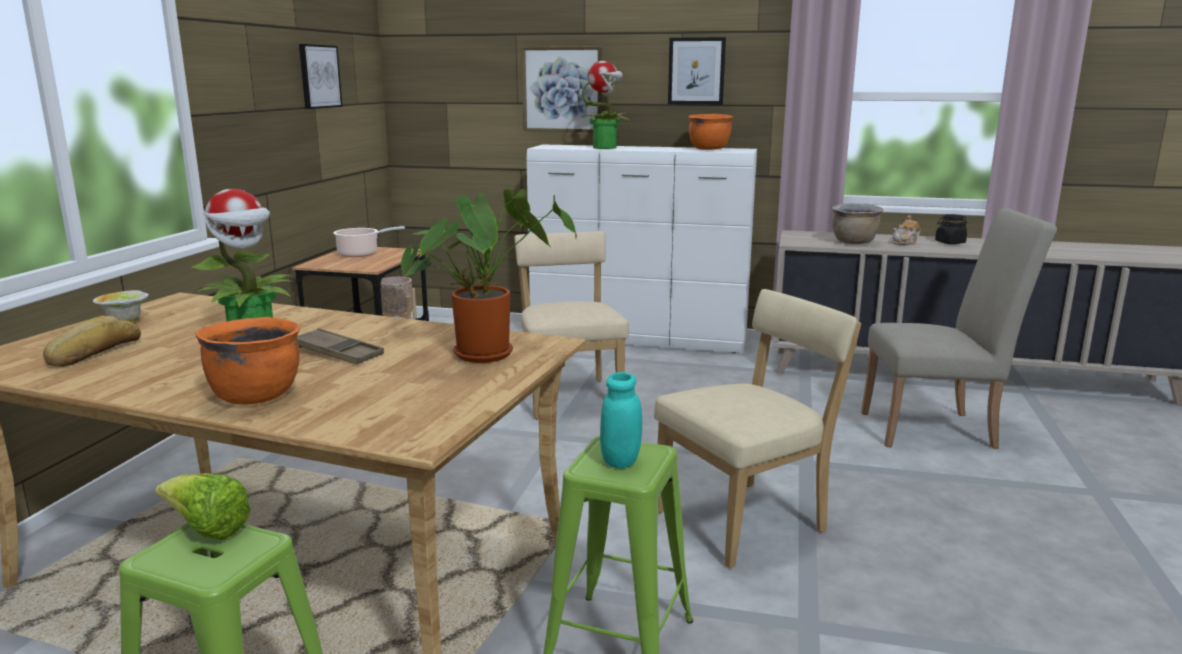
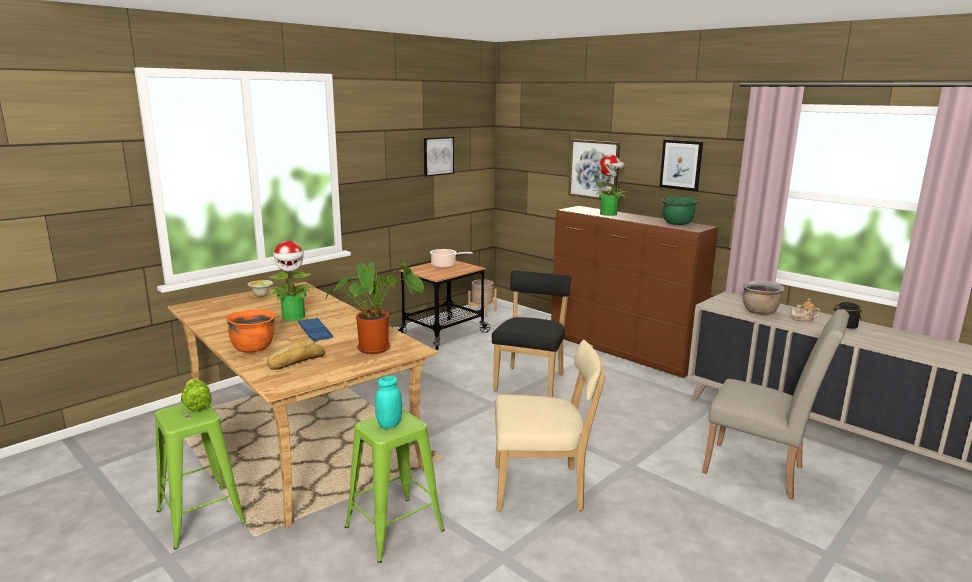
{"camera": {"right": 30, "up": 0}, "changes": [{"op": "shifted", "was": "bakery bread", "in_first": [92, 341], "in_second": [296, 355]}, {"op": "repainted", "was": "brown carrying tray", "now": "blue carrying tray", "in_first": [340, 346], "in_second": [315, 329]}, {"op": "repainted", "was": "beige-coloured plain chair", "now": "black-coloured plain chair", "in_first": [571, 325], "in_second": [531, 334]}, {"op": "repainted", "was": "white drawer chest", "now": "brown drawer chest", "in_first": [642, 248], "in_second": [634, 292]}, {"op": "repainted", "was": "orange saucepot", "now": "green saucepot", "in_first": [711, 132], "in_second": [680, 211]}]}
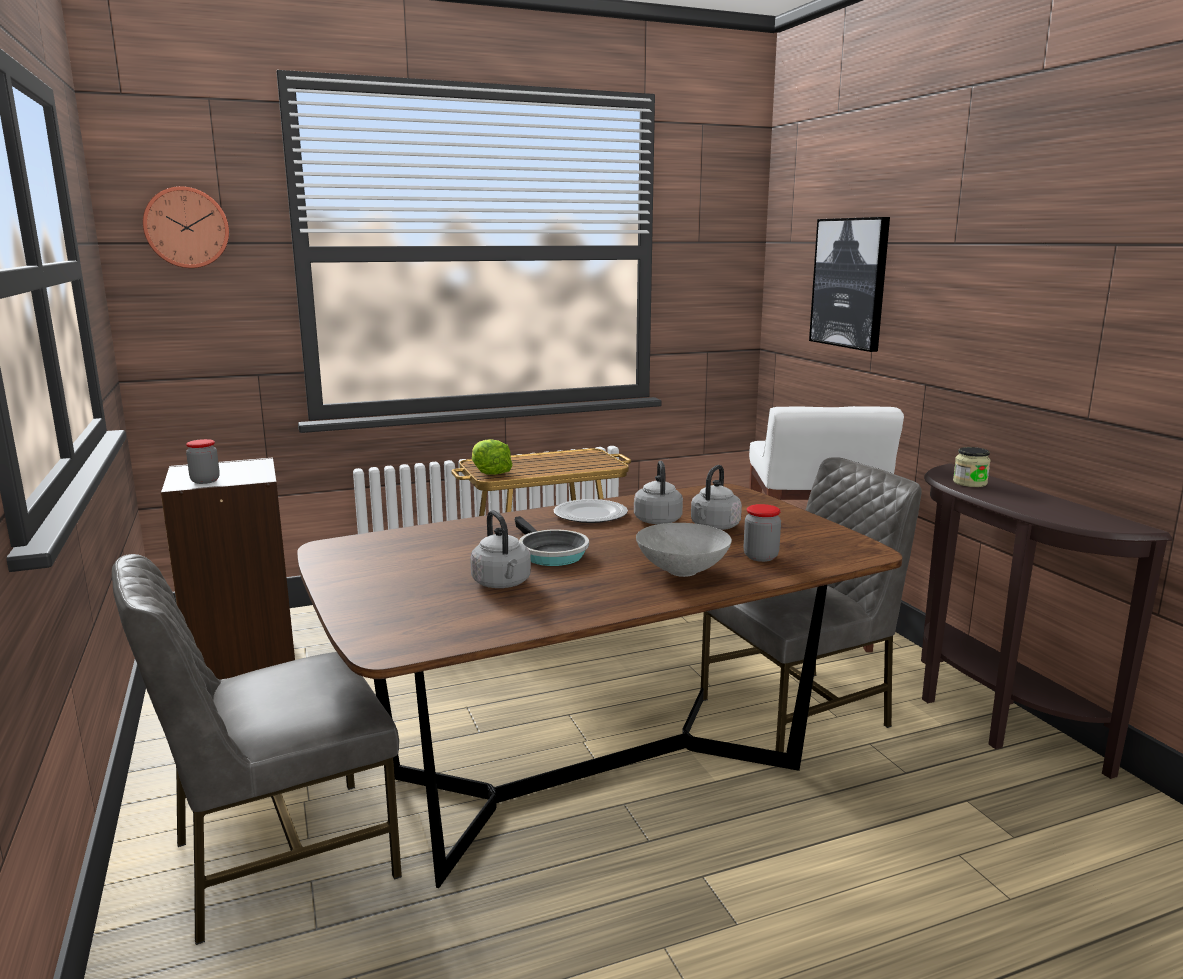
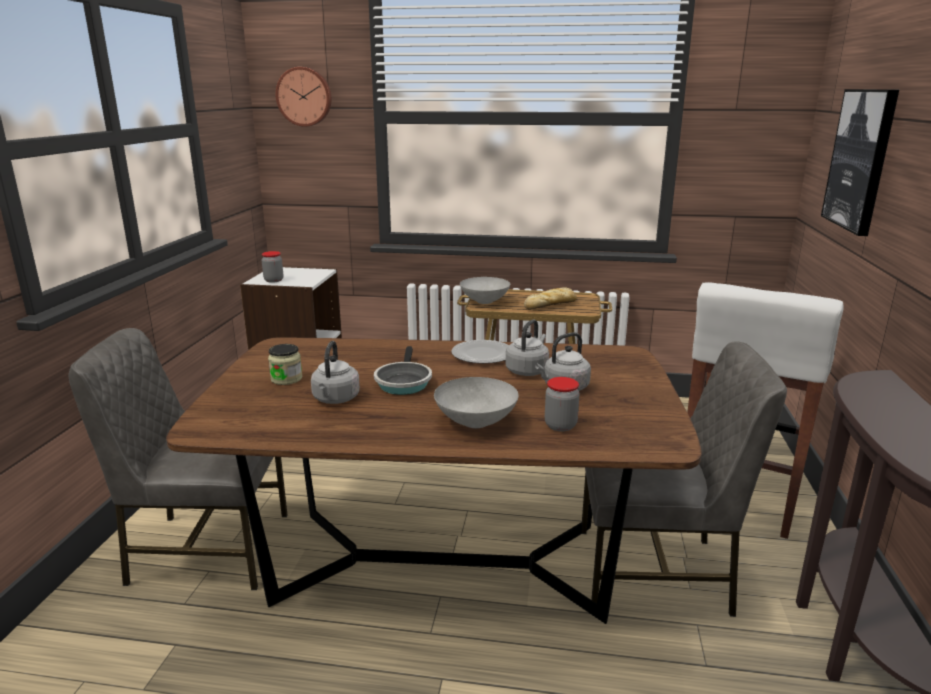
{"camera": {"right": 30, "up": 5}, "changes": [{"op": "new", "now": "bakery bread", "in_second": [550, 298]}, {"op": "shifted", "was": "preserve jar", "in_first": [972, 467], "in_second": [285, 364]}, {"op": "swapped", "was": "head of lettuce", "now": "grey deep dish", "in_first": [492, 457], "in_second": [485, 290]}]}
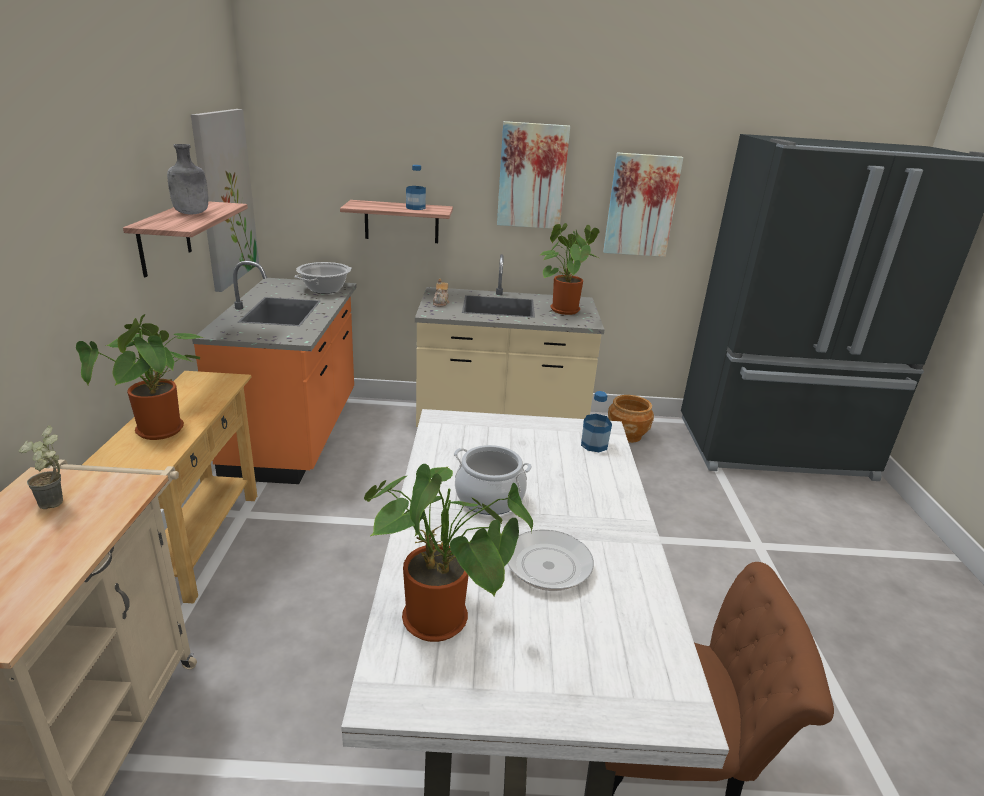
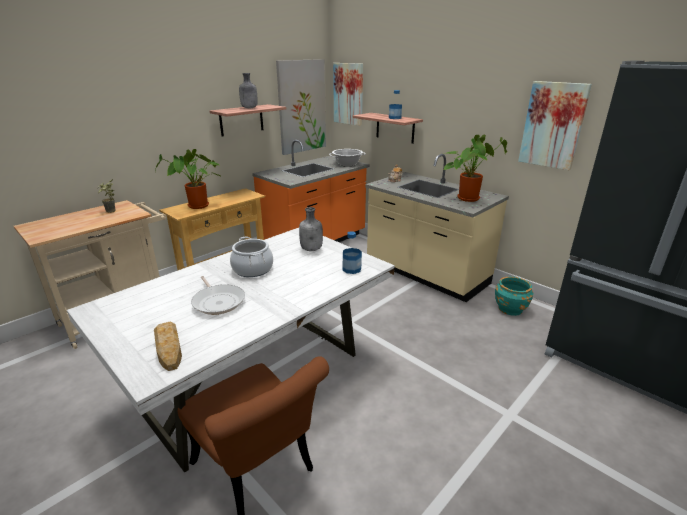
{"camera": {"right": 45, "up": 0}, "changes": [{"op": "gone", "was": "potted plant", "in_first": [448, 553]}, {"op": "new", "now": "bakery bread", "in_second": [168, 346]}, {"op": "new", "now": "grey bottle", "in_second": [311, 229]}, {"op": "shifted", "was": "wall picture", "in_first": [533, 175], "in_second": [348, 94]}, {"op": "repainted", "was": "brown flower pot", "now": "turquoise flower pot", "in_first": [631, 419], "in_second": [514, 296]}]}
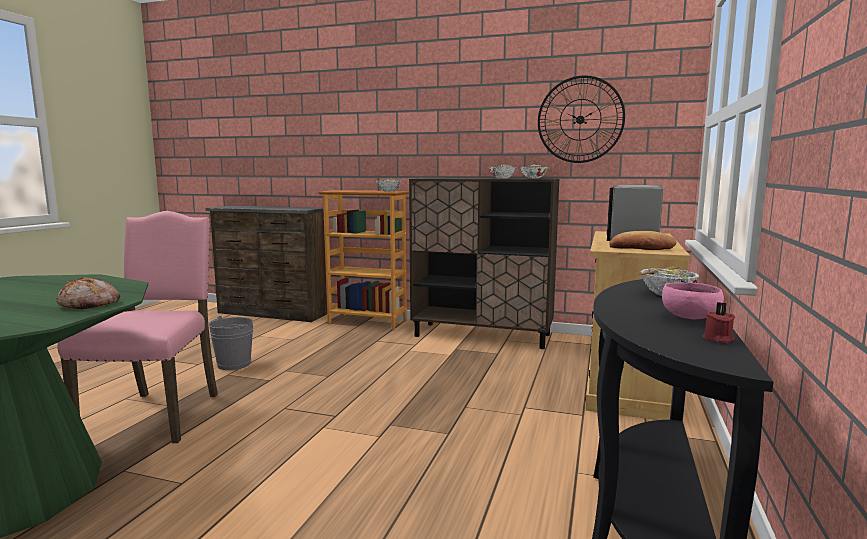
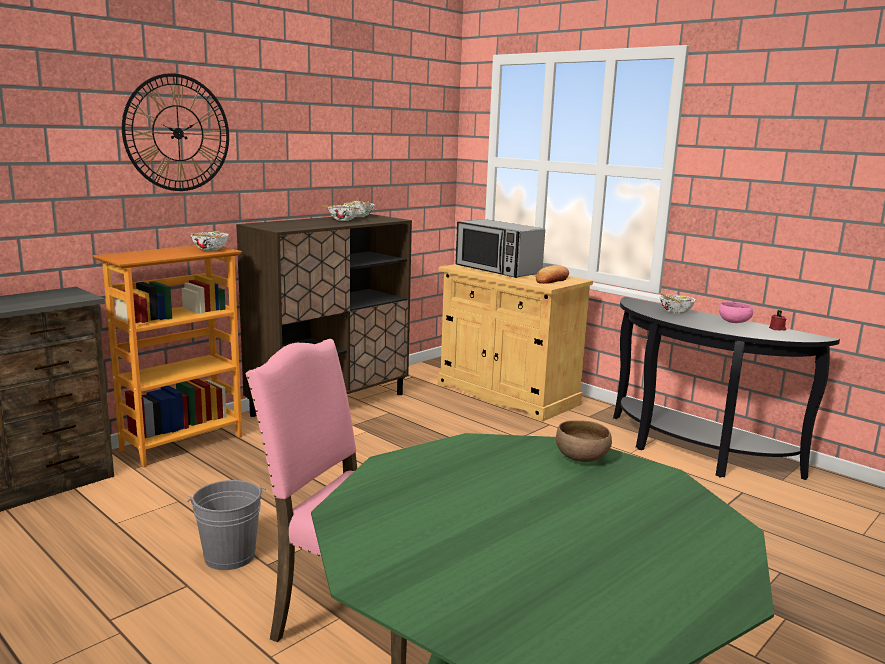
{"camera": {"right": -65, "up": 5}, "changes": [{"op": "shifted", "was": "hanging clock", "in_first": [581, 119], "in_second": [175, 132]}, {"op": "swapped", "was": "bakery bread", "now": "brown deep dish", "in_first": [88, 293], "in_second": [584, 441]}]}
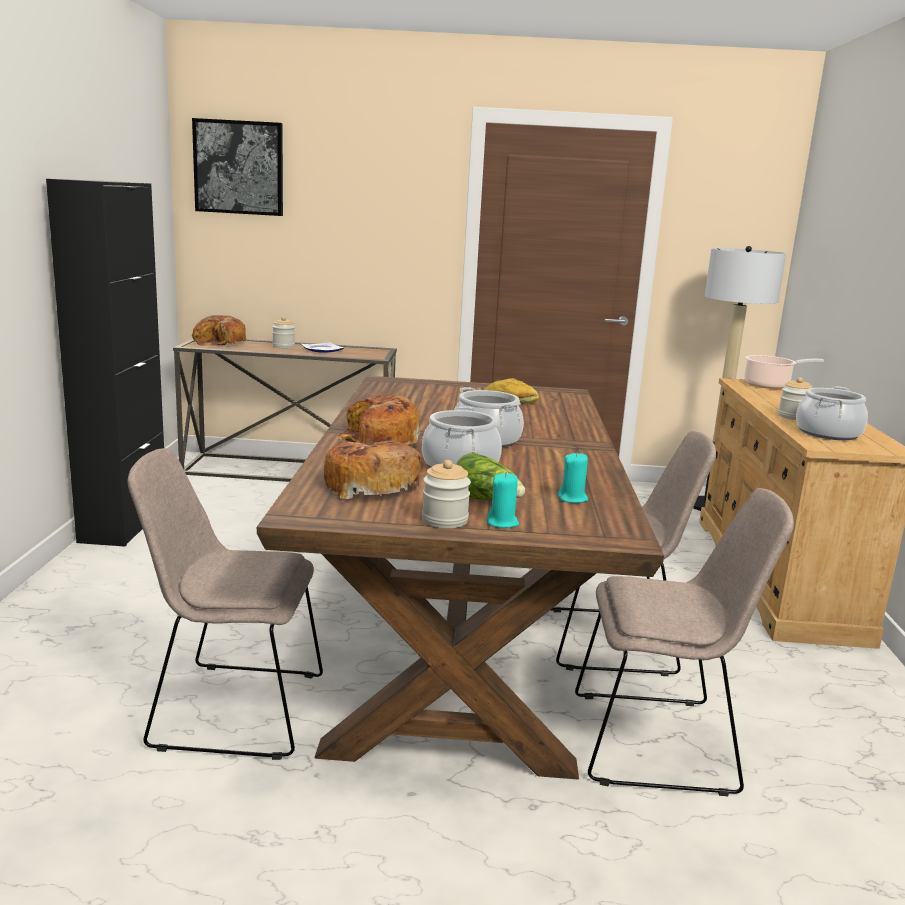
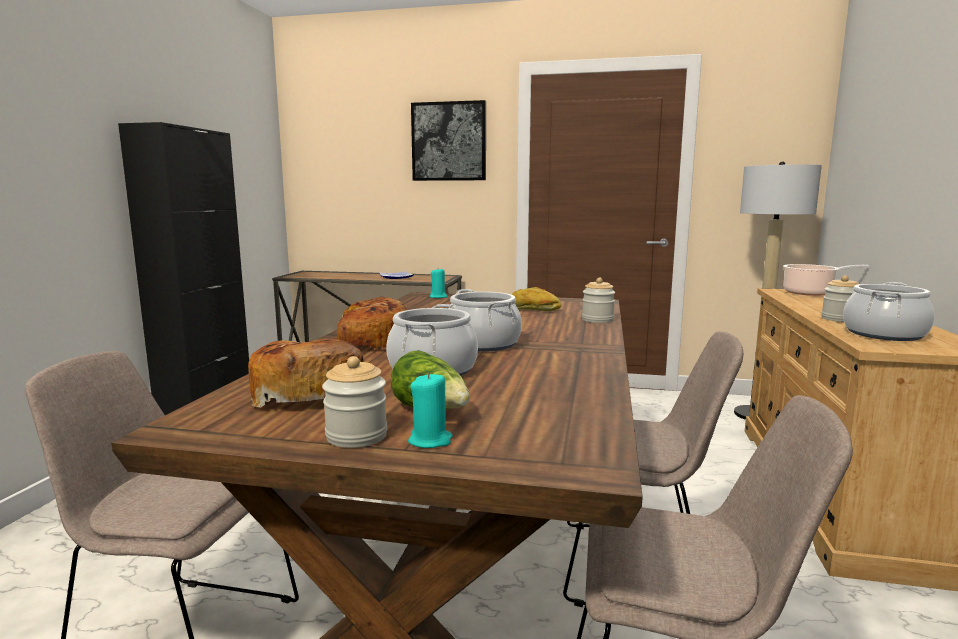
{"camera": {"right": 10, "up": -5}, "changes": [{"op": "gone", "was": "bakery bread", "in_first": [219, 330]}, {"op": "shifted", "was": "wall picture", "in_first": [237, 167], "in_second": [448, 140]}, {"op": "shifted", "was": "preserve jar", "in_first": [283, 332], "in_second": [598, 300]}, {"op": "shifted", "was": "turquoise wax light", "in_first": [573, 477], "in_second": [438, 283]}]}
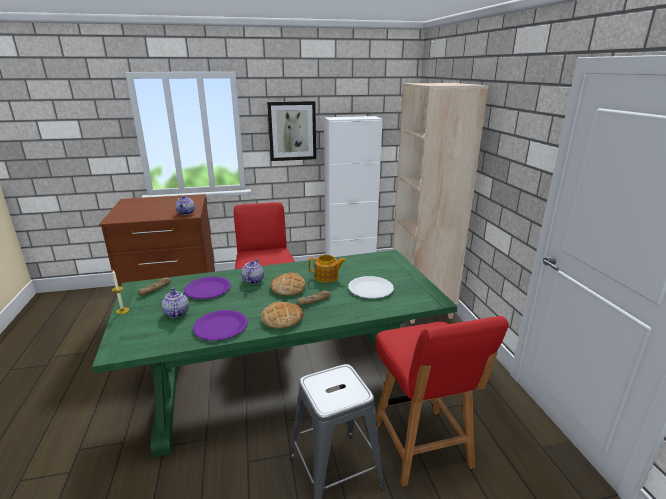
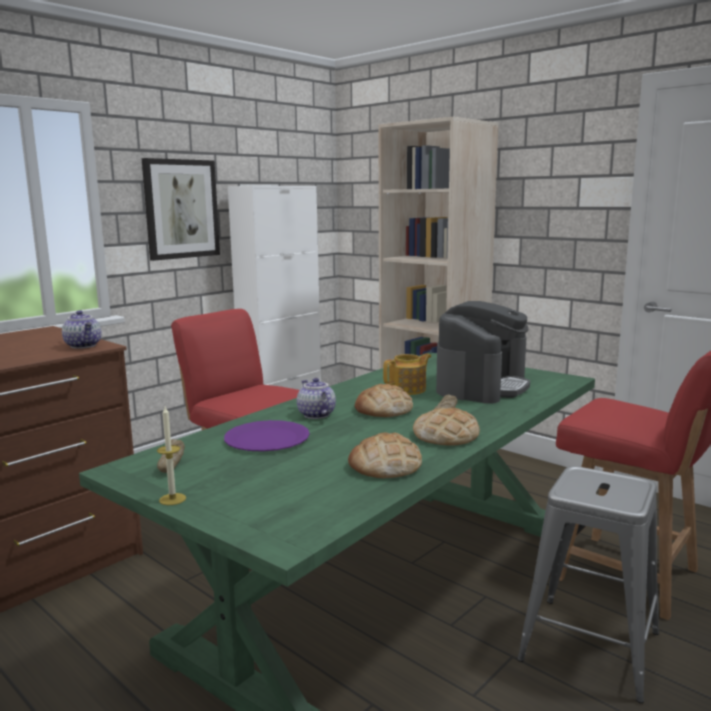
{"camera": {"right": -35, "up": -10}, "changes": [{"op": "gone", "was": "tea pot", "in_first": [175, 303]}, {"op": "swapped", "was": "purple-coloured flat dish", "now": "bakery bread", "in_first": [220, 325], "in_second": [385, 455]}, {"op": "swapped", "was": "white flat dish", "now": "coffee brewer", "in_first": [371, 287], "in_second": [483, 352]}]}
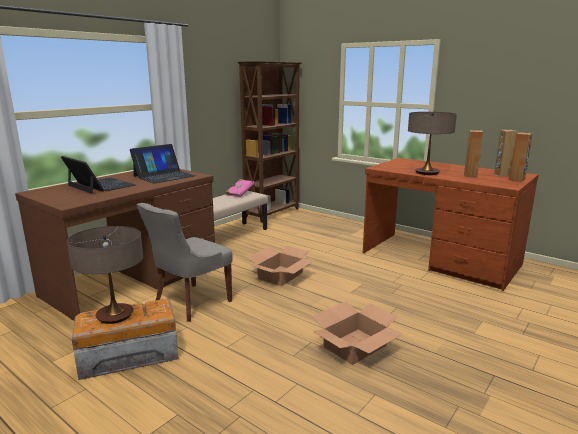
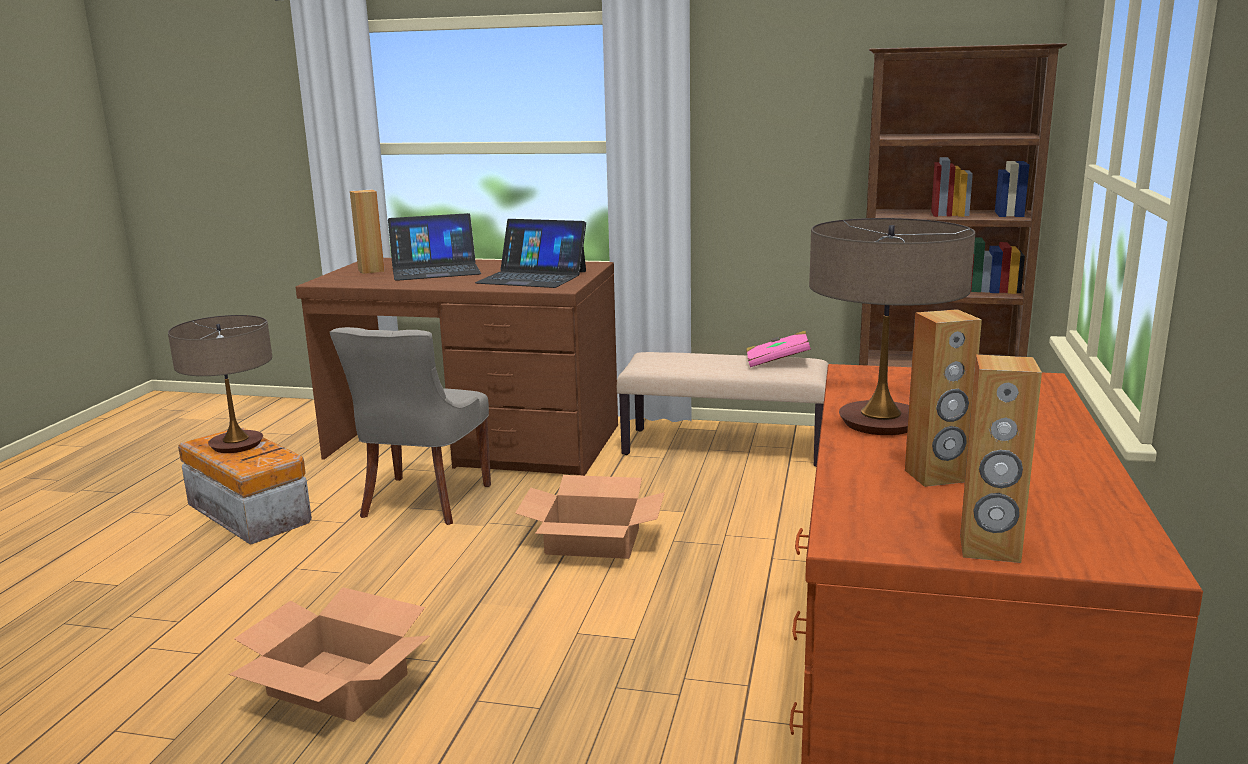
{"camera": {"right": 65, "up": 0}, "changes": [{"op": "shifted", "was": "brown speaker", "in_first": [505, 153], "in_second": [367, 231]}, {"op": "rotated", "was": "portable computer", "in_first": [98, 175], "in_second": [434, 247], "clockwise": 60}, {"op": "rotated", "was": "grey plain chair", "in_first": [185, 262], "in_second": [410, 426], "clockwise": -90}]}
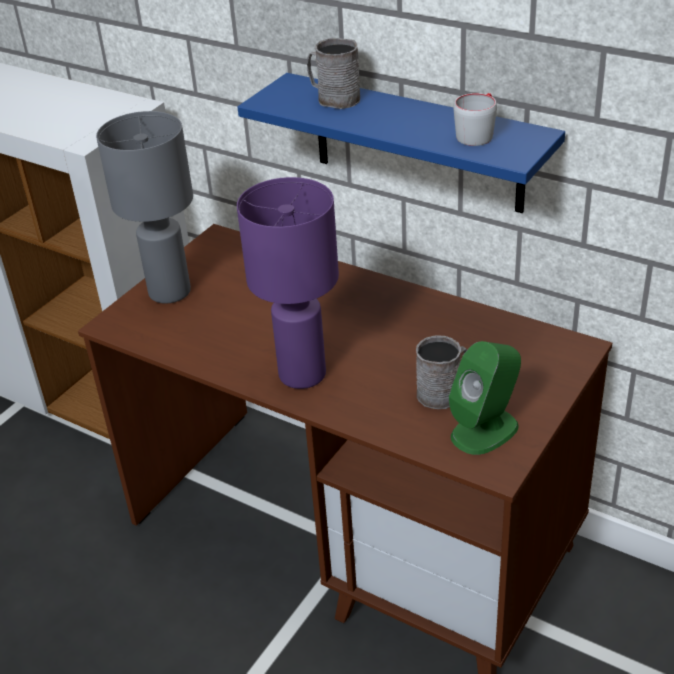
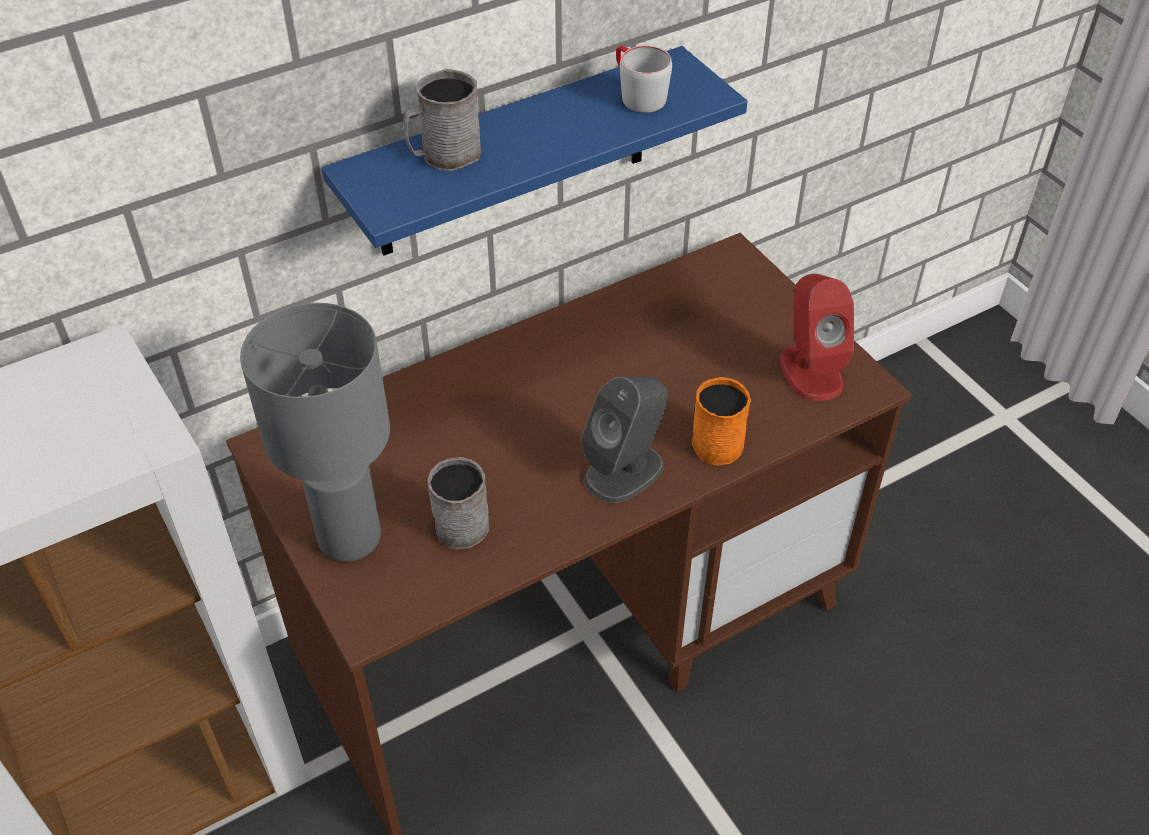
{"camera": {"right": -65, "up": 10}, "changes": [{"op": "new", "now": "orange mug", "in_second": [721, 421]}, {"op": "shifted", "was": "grey mug", "in_first": [441, 372], "in_second": [458, 503]}, {"op": "swapped", "was": "purple-coloured lamp for a table", "now": "grey speaker", "in_first": [288, 283], "in_second": [624, 439]}, {"op": "repainted", "was": "green speaker", "now": "red speaker", "in_first": [485, 398], "in_second": [817, 337]}]}
